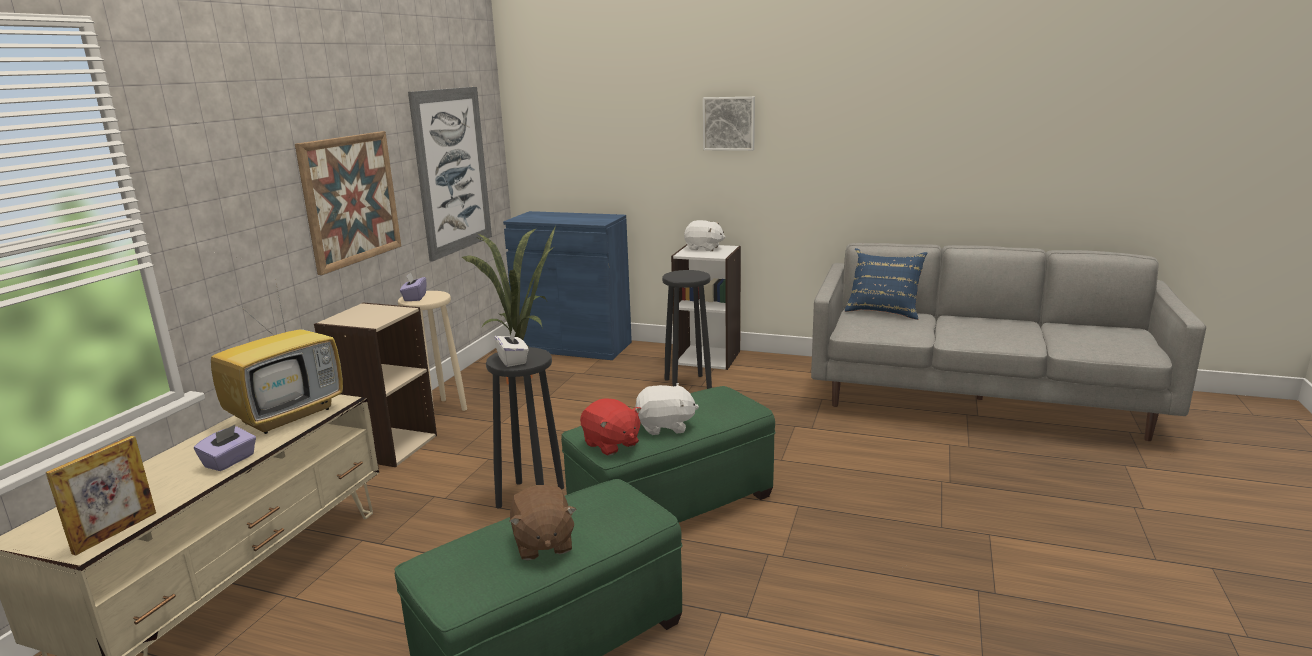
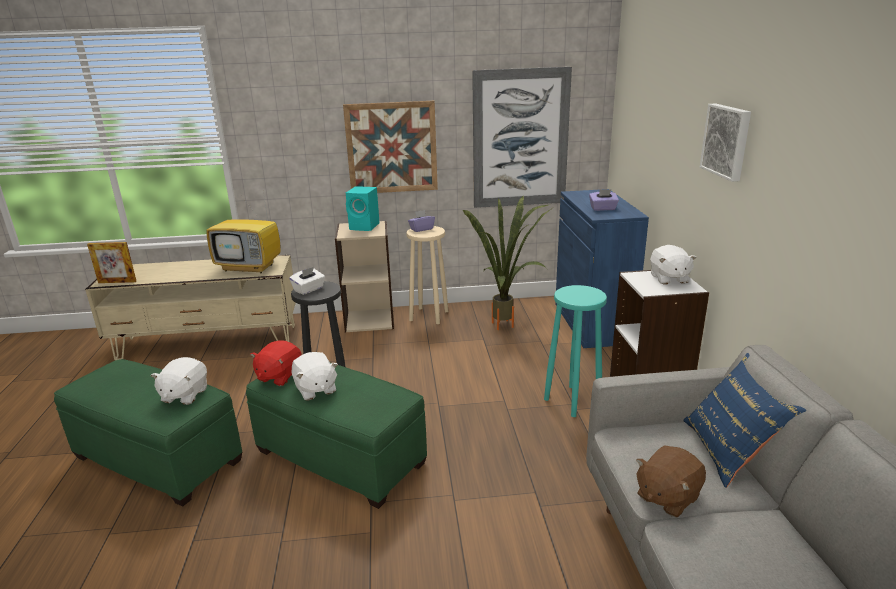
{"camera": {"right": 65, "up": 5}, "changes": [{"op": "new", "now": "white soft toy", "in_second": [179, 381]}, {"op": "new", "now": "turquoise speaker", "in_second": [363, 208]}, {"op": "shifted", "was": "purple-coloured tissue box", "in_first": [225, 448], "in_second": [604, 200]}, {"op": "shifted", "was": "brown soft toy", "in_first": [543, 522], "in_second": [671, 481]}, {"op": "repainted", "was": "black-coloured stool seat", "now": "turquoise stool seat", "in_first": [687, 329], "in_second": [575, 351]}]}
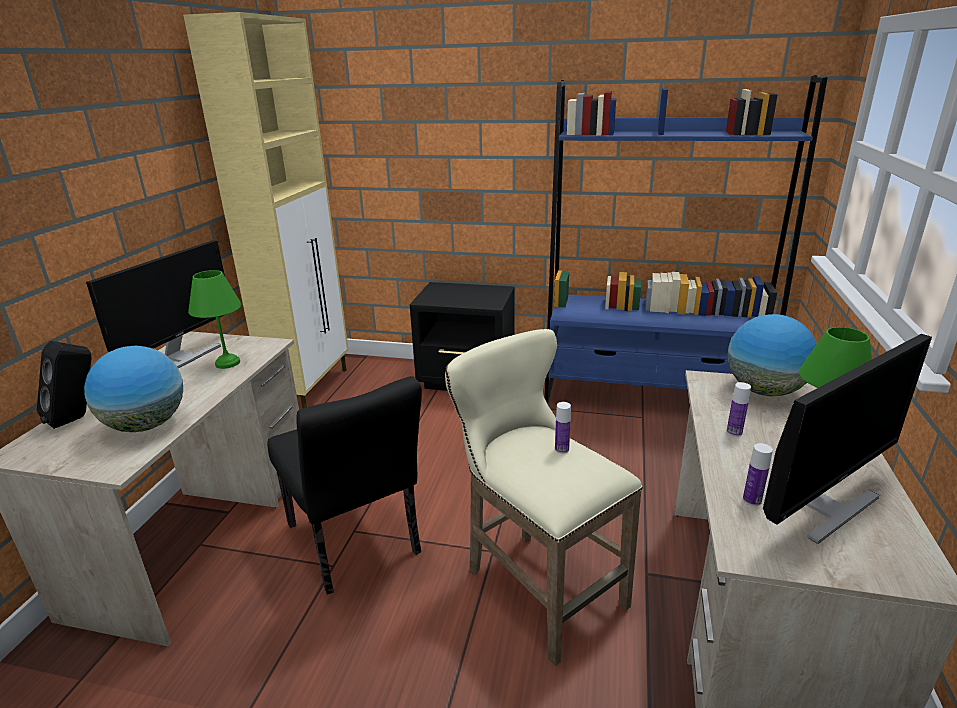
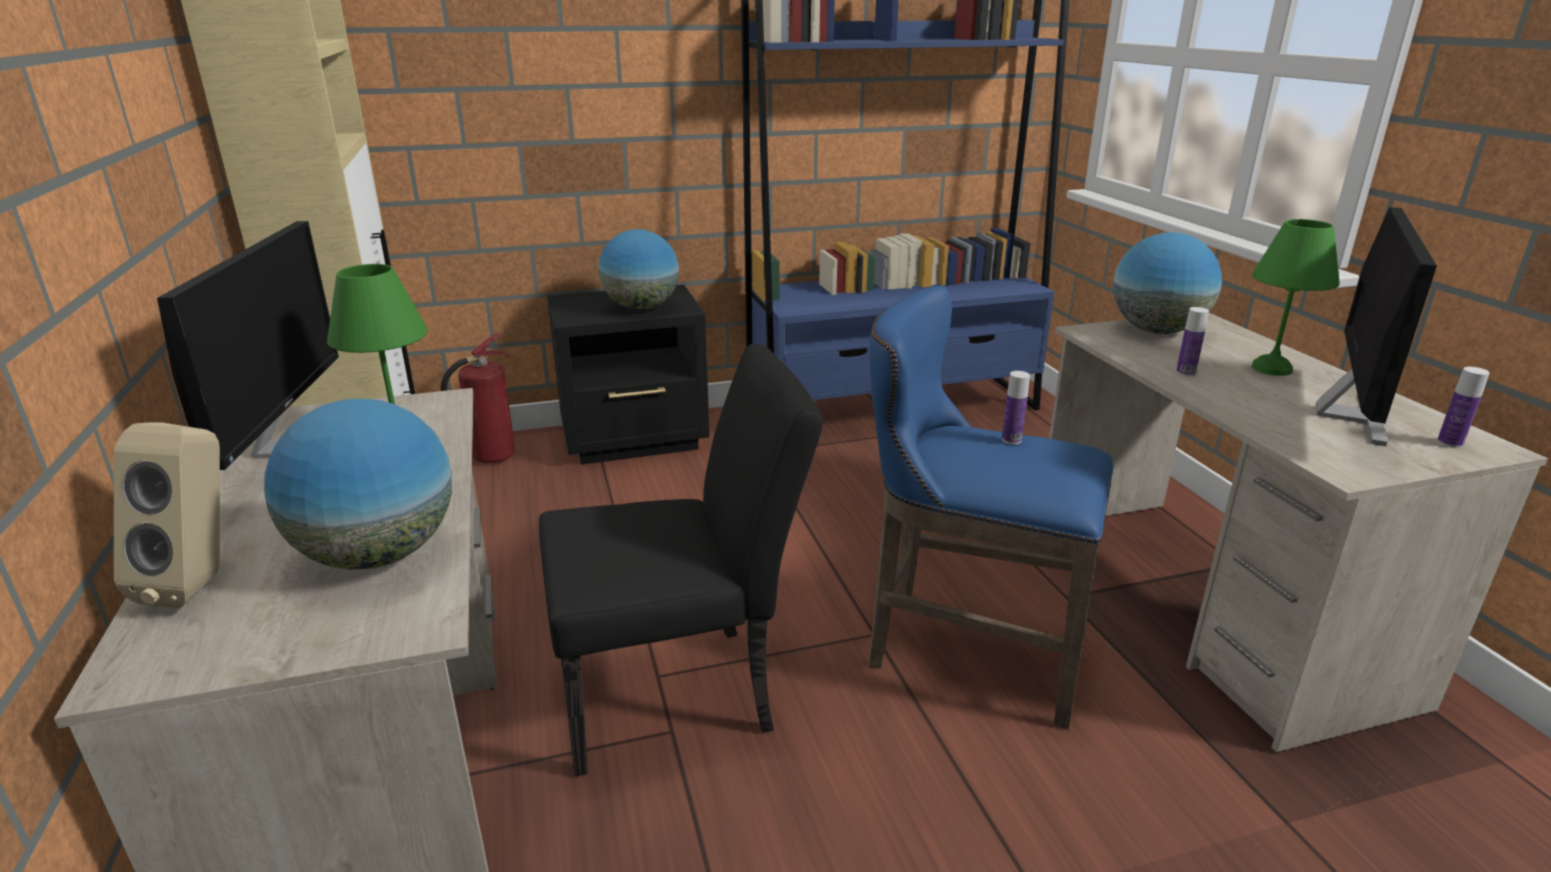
{"camera": {"right": -30, "up": 0}, "changes": [{"op": "new", "now": "extinguisher", "in_second": [478, 398]}, {"op": "new", "now": "desk globe", "in_second": [639, 269]}, {"op": "shifted", "was": "bottle", "in_first": [758, 474], "in_second": [1463, 407]}, {"op": "repainted", "was": "black-coloured speaker", "now": "beige-coloured speaker", "in_first": [64, 385], "in_second": [167, 515]}, {"op": "repainted", "was": "beige-coloured stool seat", "now": "blue stool seat", "in_first": [544, 497], "in_second": [991, 508]}, {"op": "rotated", "was": "black-coloured plain chair", "in_first": [344, 485], "in_second": [681, 560], "clockwise": -45}]}
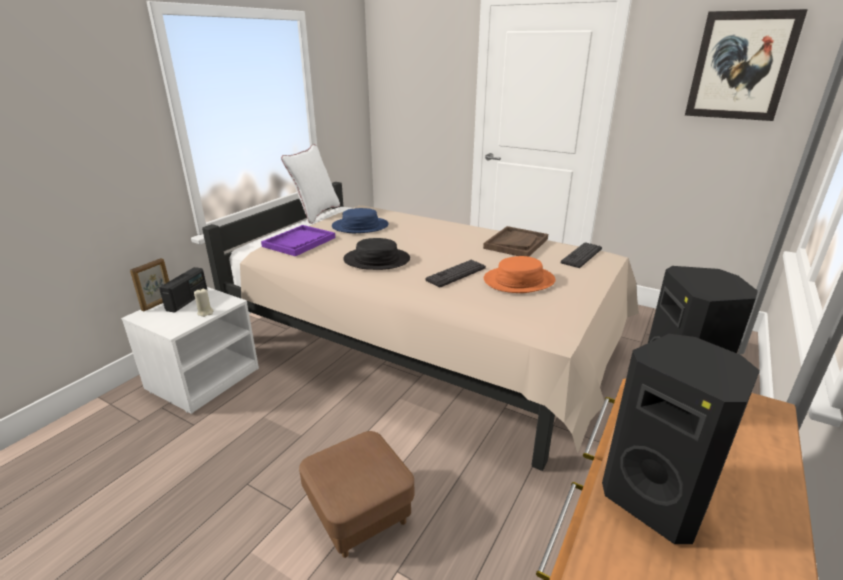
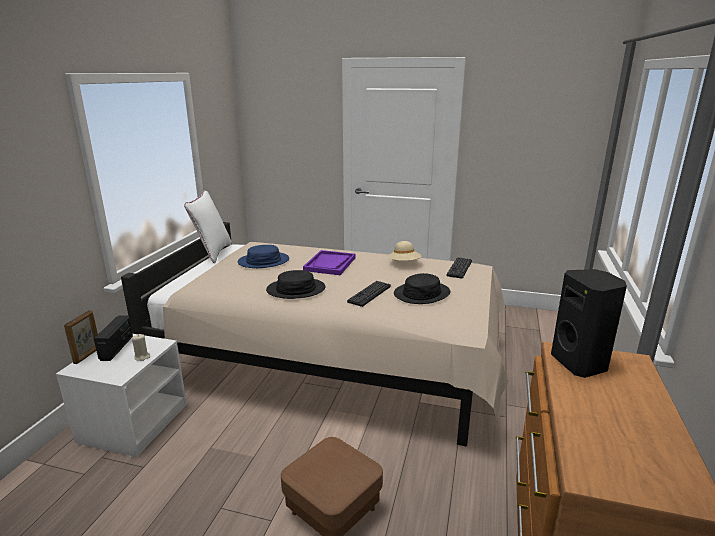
{"camera": {"right": -15, "up": -5}, "changes": [{"op": "gone", "was": "black-coloured speaker", "in_first": [681, 439]}, {"op": "gone", "was": "wall picture", "in_first": [746, 65]}, {"op": "shifted", "was": "purple-coloured carrying tray", "in_first": [298, 240], "in_second": [329, 262]}, {"op": "swapped", "was": "brown carrying tray", "now": "beige-coloured clothing hat", "in_first": [515, 241], "in_second": [404, 251]}, {"op": "repainted", "was": "orange clothing hat", "now": "black-coloured clothing hat", "in_first": [519, 274], "in_second": [422, 288]}]}
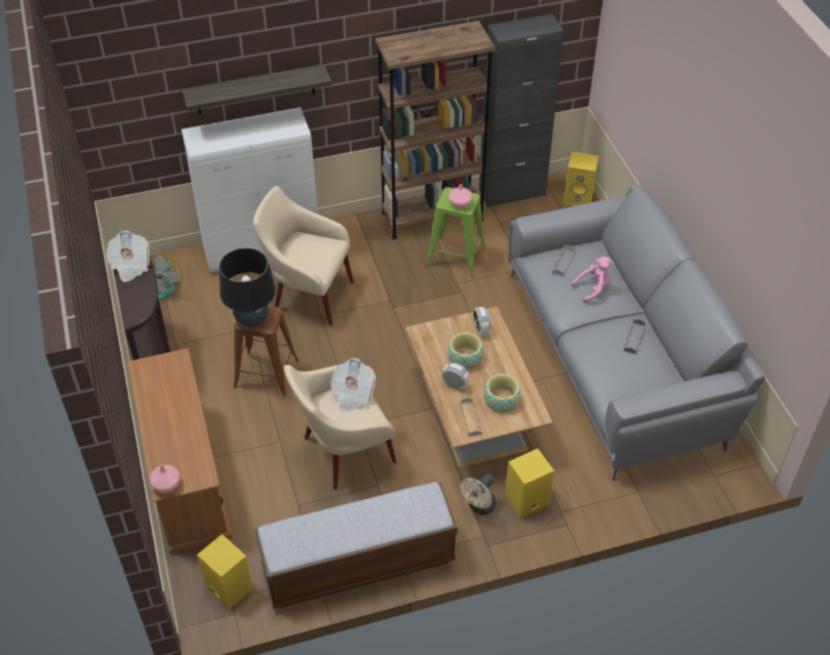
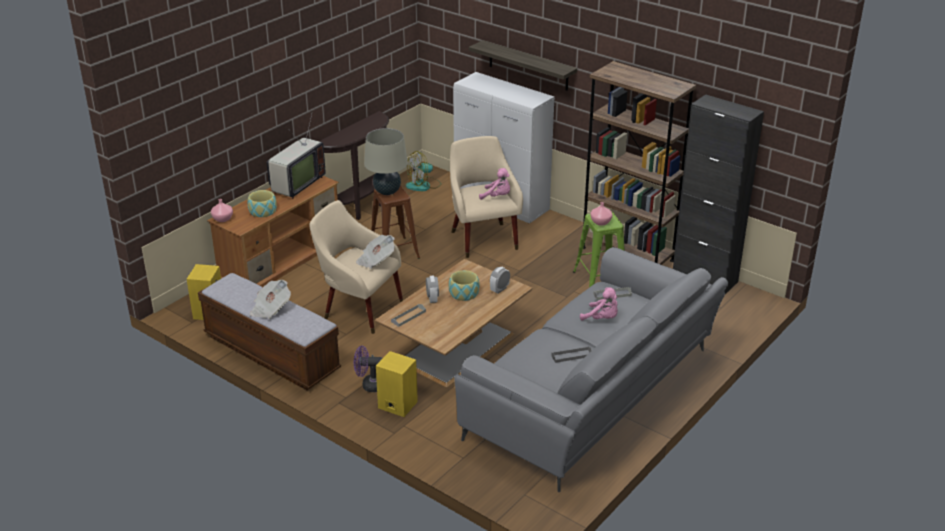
{"camera": {"right": 55, "up": -15}, "changes": [{"op": "gone", "was": "yellowish speaker", "in_first": [581, 179]}, {"op": "new", "now": "TV set", "in_second": [296, 156]}, {"op": "new", "now": "pink soft toy", "in_second": [494, 184]}, {"op": "shifted", "was": "daily paper", "in_first": [128, 256], "in_second": [270, 299]}, {"op": "shifted", "was": "deep dish", "in_first": [502, 393], "in_second": [262, 203]}, {"op": "repainted", "was": "black-coloured lamp for a table", "now": "beige-coloured lamp for a table", "in_first": [247, 287], "in_second": [386, 161]}, {"op": "repainted", "was": "beige-coloured fan", "now": "purple-coloured fan", "in_first": [478, 494], "in_second": [368, 369]}]}
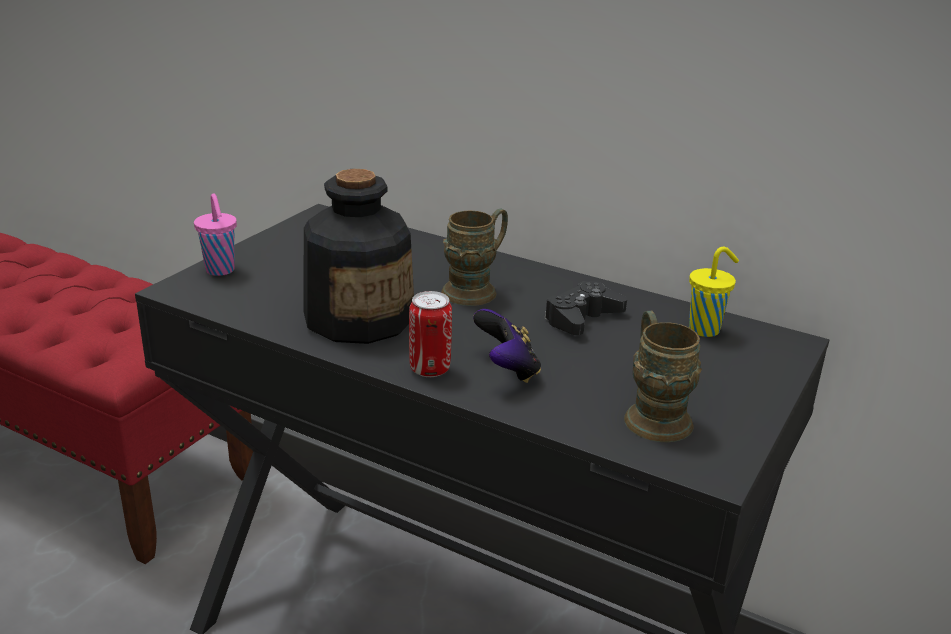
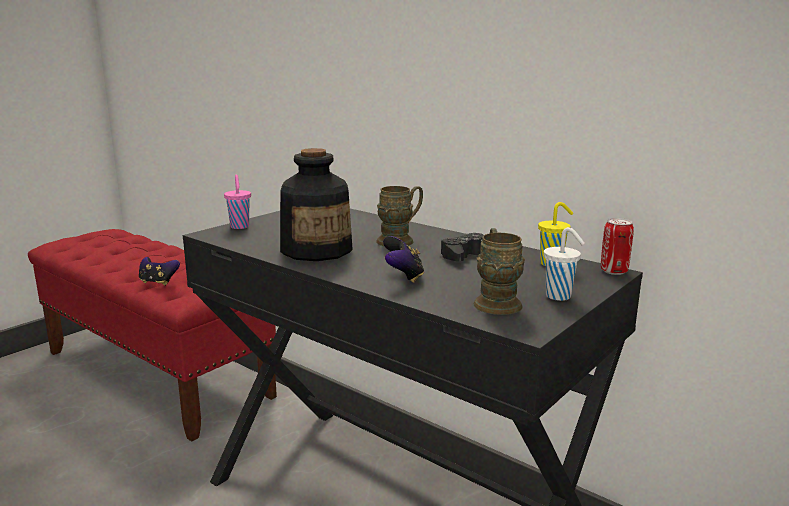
{"camera": {"right": 10, "up": -10}, "changes": [{"op": "new", "now": "game controller", "in_second": [159, 271]}, {"op": "new", "now": "white small cup", "in_second": [564, 264]}, {"op": "shifted", "was": "can", "in_first": [430, 334], "in_second": [617, 246]}]}
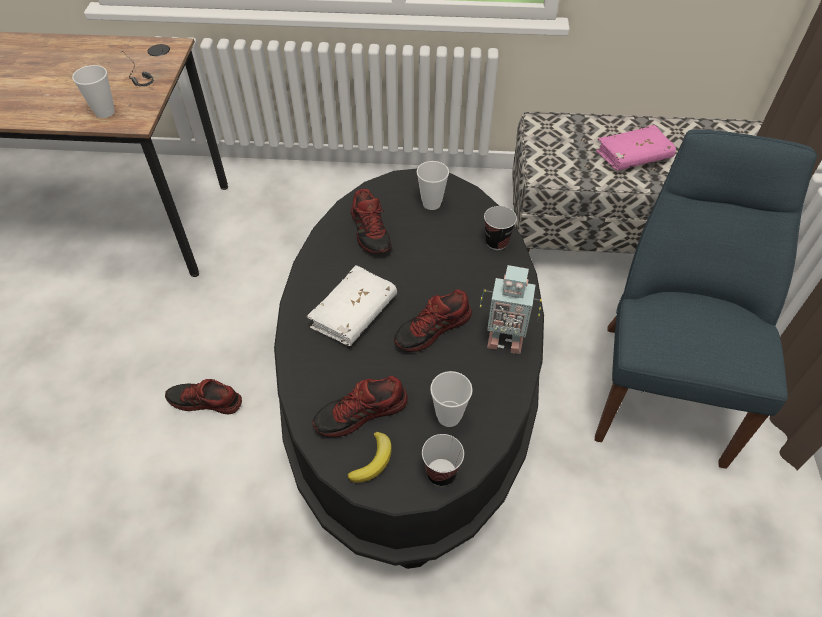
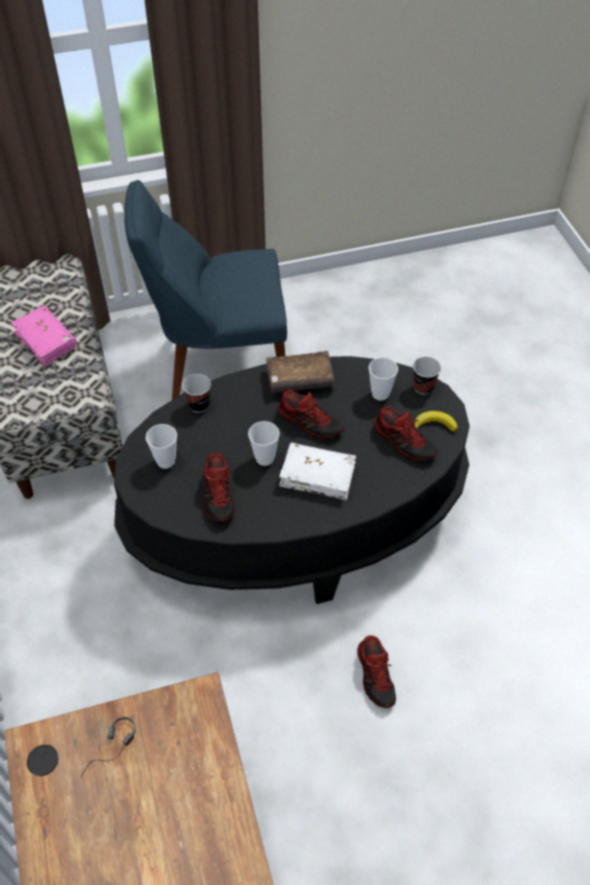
{"camera": {"right": -110, "up": 0}, "changes": [{"op": "shifted", "was": "small cup", "in_first": [93, 91], "in_second": [264, 443]}, {"op": "swapped", "was": "toy robot", "now": "brown bound book", "in_first": [511, 309], "in_second": [300, 372]}, {"op": "rotated", "was": "low shoe", "in_first": [371, 221], "in_second": [219, 487], "clockwise": 120}]}
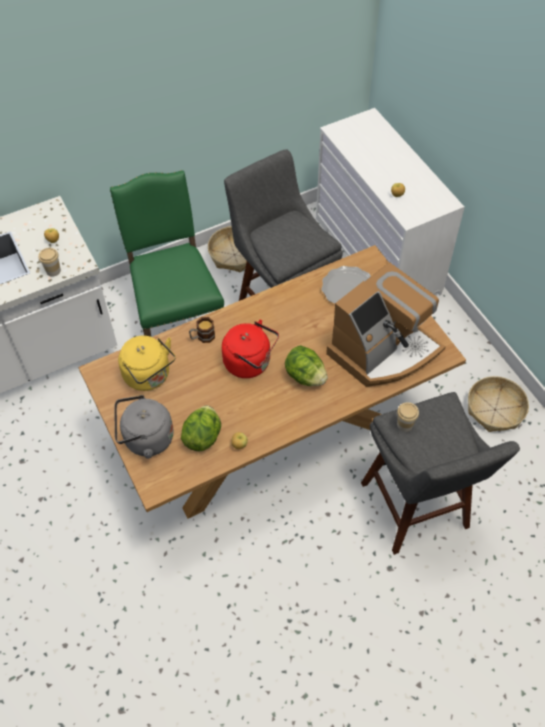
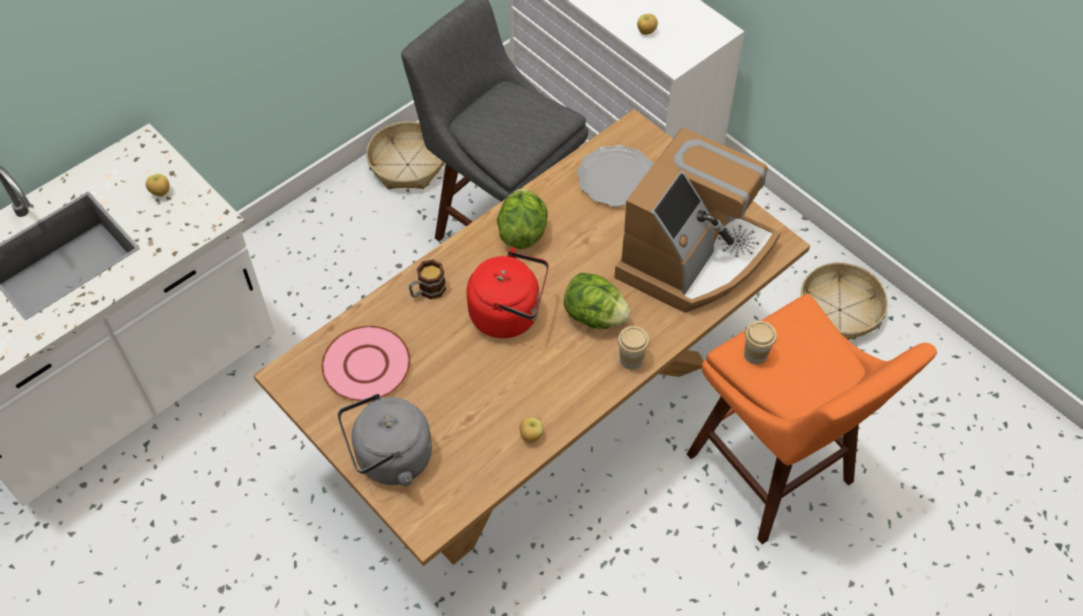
{"camera": {"right": -15, "up": 0}, "changes": [{"op": "gone", "was": "green plain chair", "in_first": [167, 253]}, {"op": "shifted", "was": "small cup", "in_first": [49, 262], "in_second": [633, 348]}, {"op": "shifted", "was": "head of lettuce", "in_first": [201, 428], "in_second": [522, 219]}, {"op": "swapped", "was": "yellowish kettle", "now": "pink flat dish", "in_first": [147, 363], "in_second": [366, 364]}, {"op": "repainted", "was": "grey stool seat", "now": "orange stool seat", "in_first": [440, 473], "in_second": [812, 419]}]}
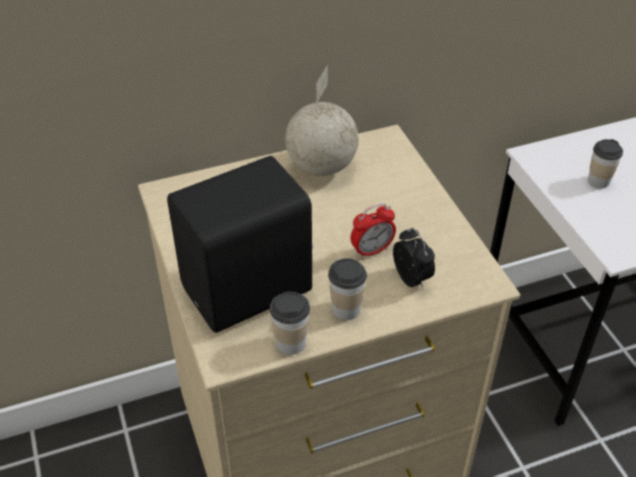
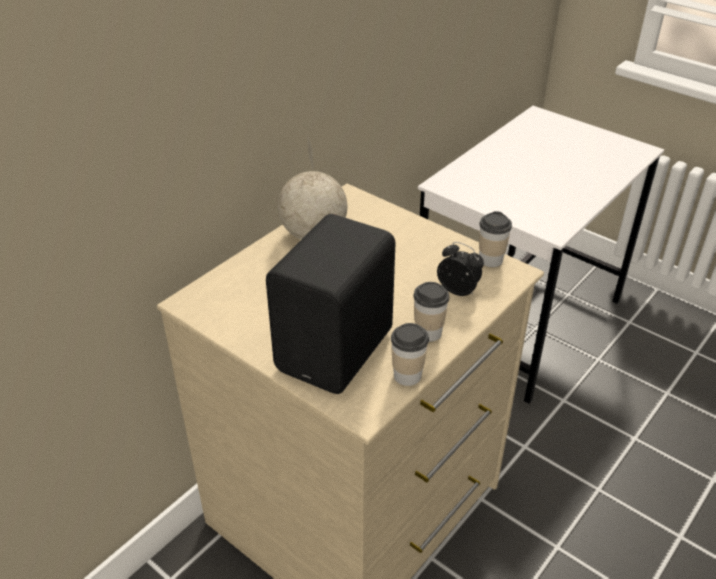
{"camera": {"right": -30, "up": -5}, "changes": [{"op": "gone", "was": "table clock", "in_first": [373, 231]}, {"op": "shifted", "was": "small cup", "in_first": [605, 163], "in_second": [495, 239]}]}
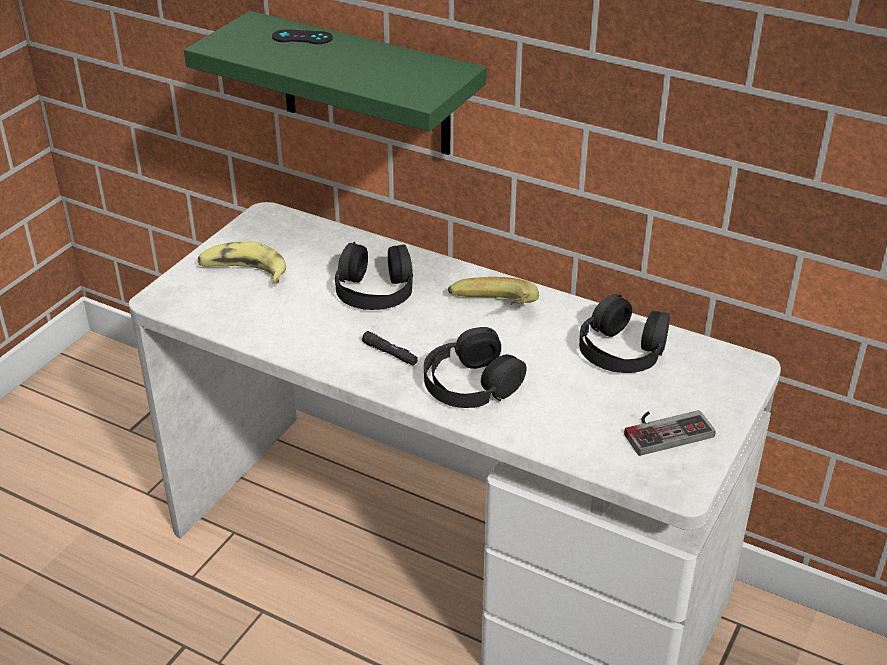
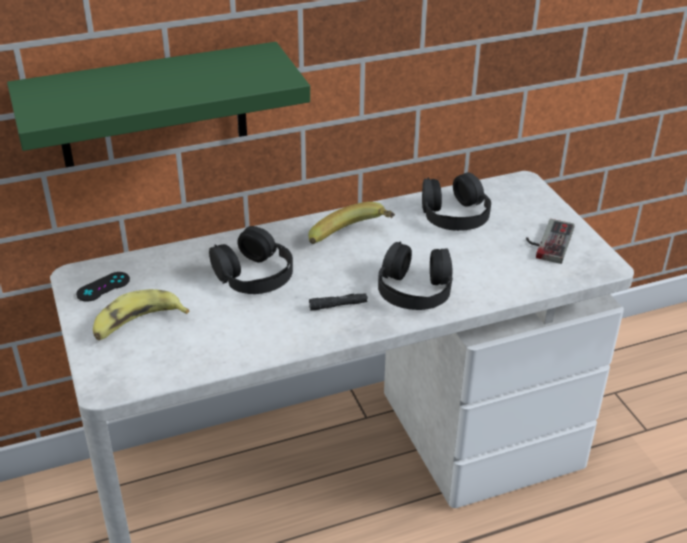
{"camera": {"right": -50, "up": 0}, "changes": [{"op": "shifted", "was": "black-coloured game controller", "in_first": [302, 36], "in_second": [103, 287]}]}
